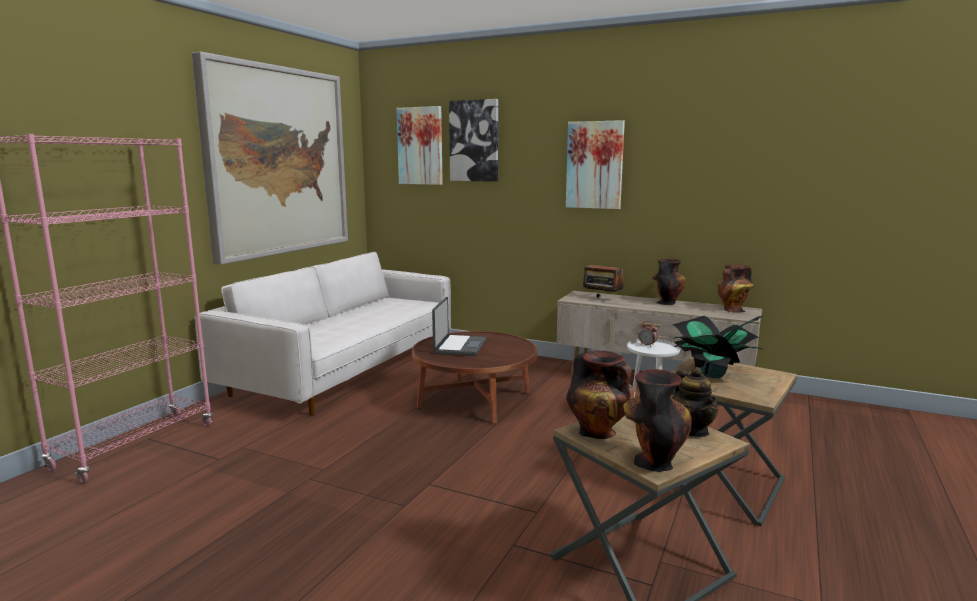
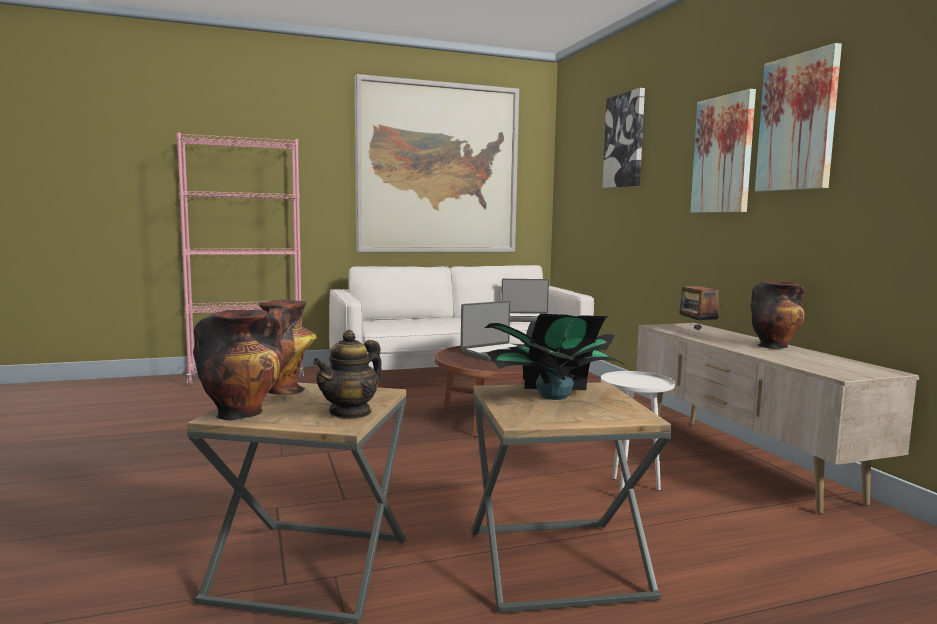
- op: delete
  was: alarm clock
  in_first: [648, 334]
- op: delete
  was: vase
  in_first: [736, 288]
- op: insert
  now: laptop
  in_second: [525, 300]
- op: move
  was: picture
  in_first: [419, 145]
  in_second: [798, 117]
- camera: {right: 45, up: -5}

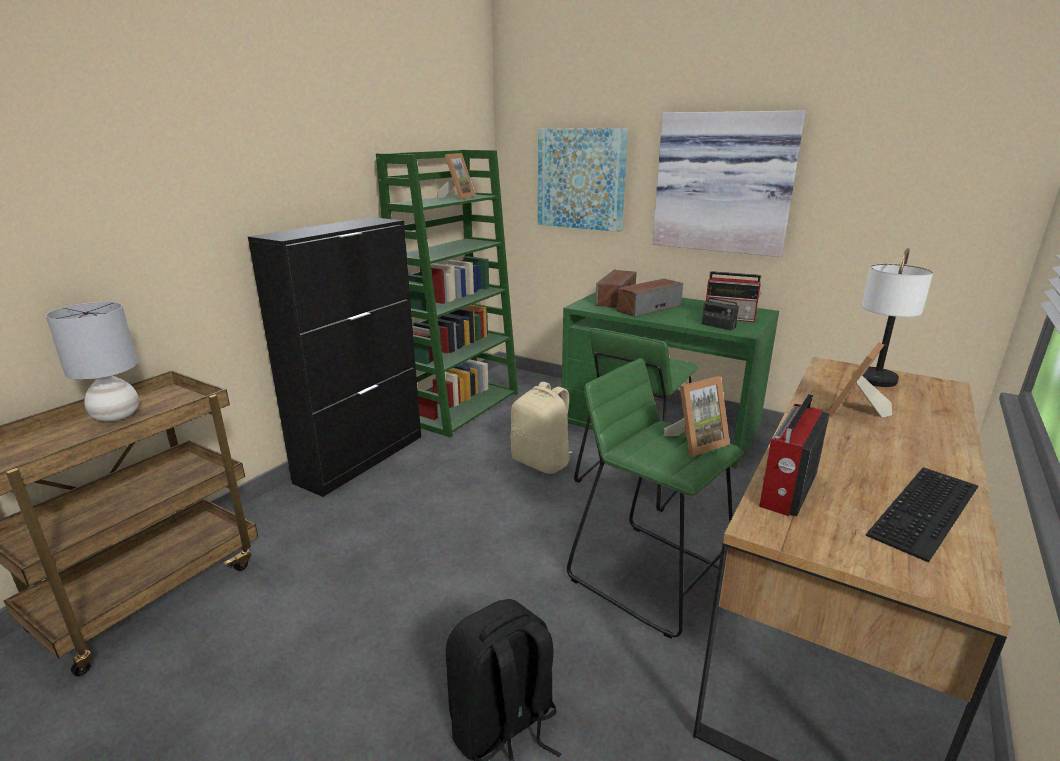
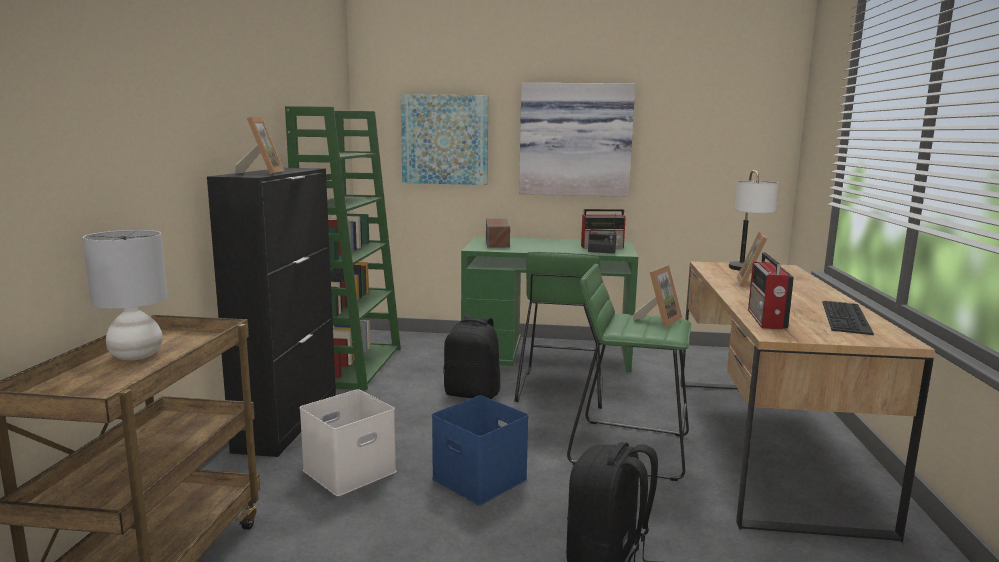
- op: delete
  was: speaker
  in_first: [649, 298]
- op: insert
  now: white storage box
  in_second: [348, 442]
- op: insert
  now: blue storage box
  in_second: [480, 450]
- op: move
  was: picture frame
  in_first: [456, 176]
  in_second: [259, 145]
- op: recolor
  was: beige backpack
  now: black backpack
  in_first: [541, 428]
  in_second: [471, 357]
- camera: {right: -25, up: -10}

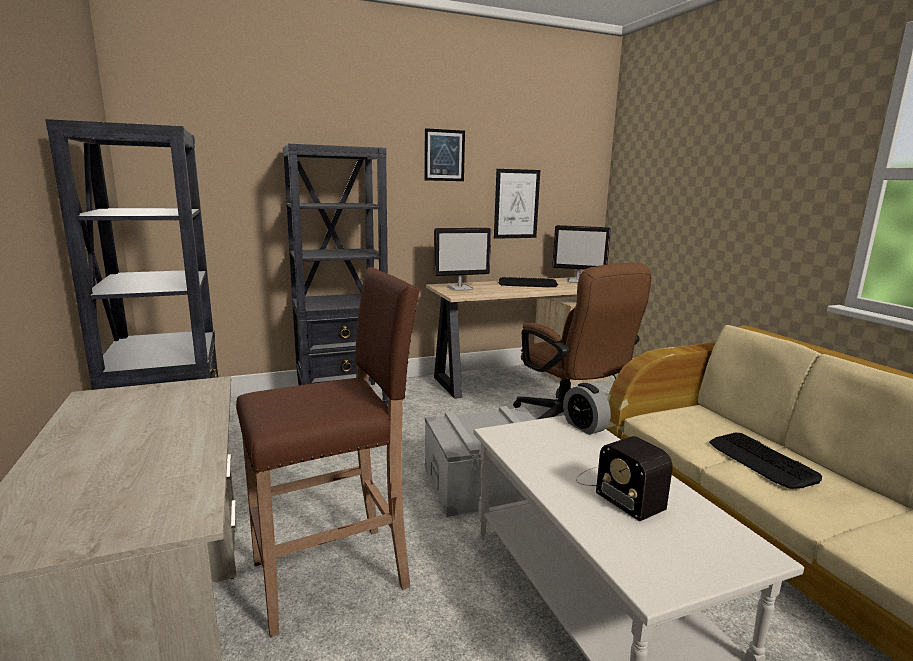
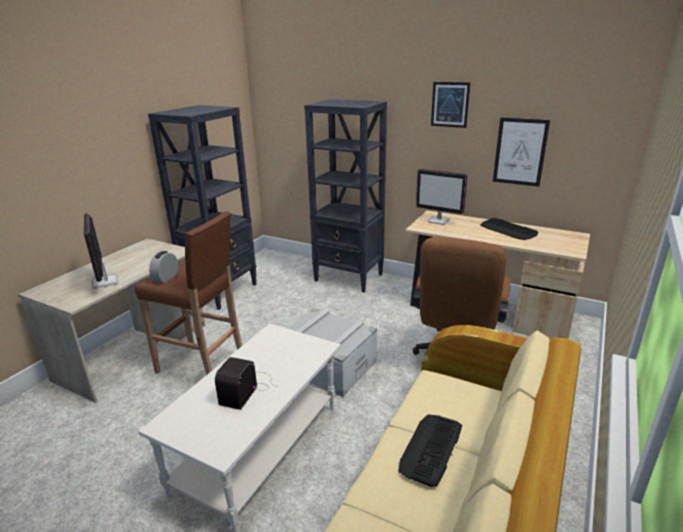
- op: move
  was: monitor
  in_first: [581, 254]
  in_second: [101, 251]
- op: move
  was: alarm clock
  in_first: [587, 409]
  in_second: [163, 267]
- camera: {right: 50, up: 10}

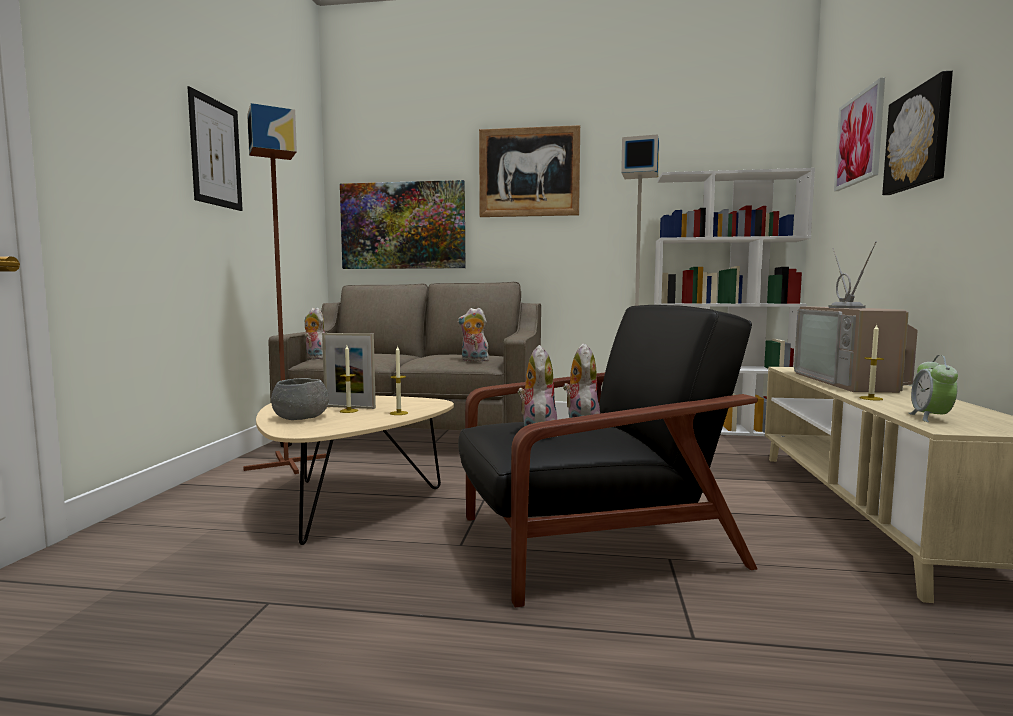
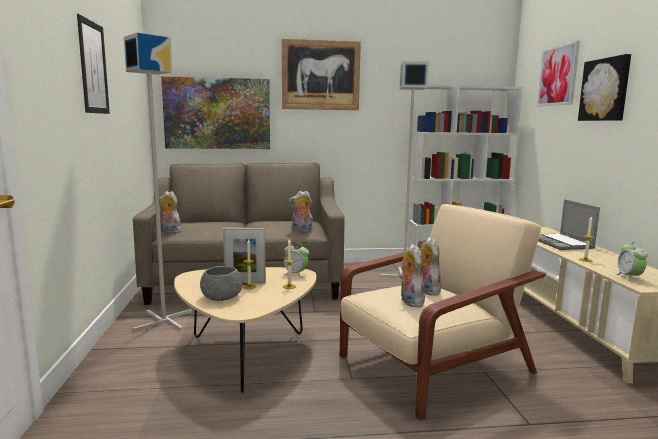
- op: insert
  now: alarm clock
  in_second: [296, 260]
- op: replace
  was: television
  now: laptop
  in_first: [856, 317]
  in_second: [569, 224]
- op: recolor
  was: brown floor lamp
  now: grey floor lamp
  in_first: [284, 288]
  in_second: [158, 182]
- op: recolor
  was: black armchair
  now: beige armchair
  in_first: [608, 456]
  in_second: [443, 312]
- camera: {right: -15, up: 5}

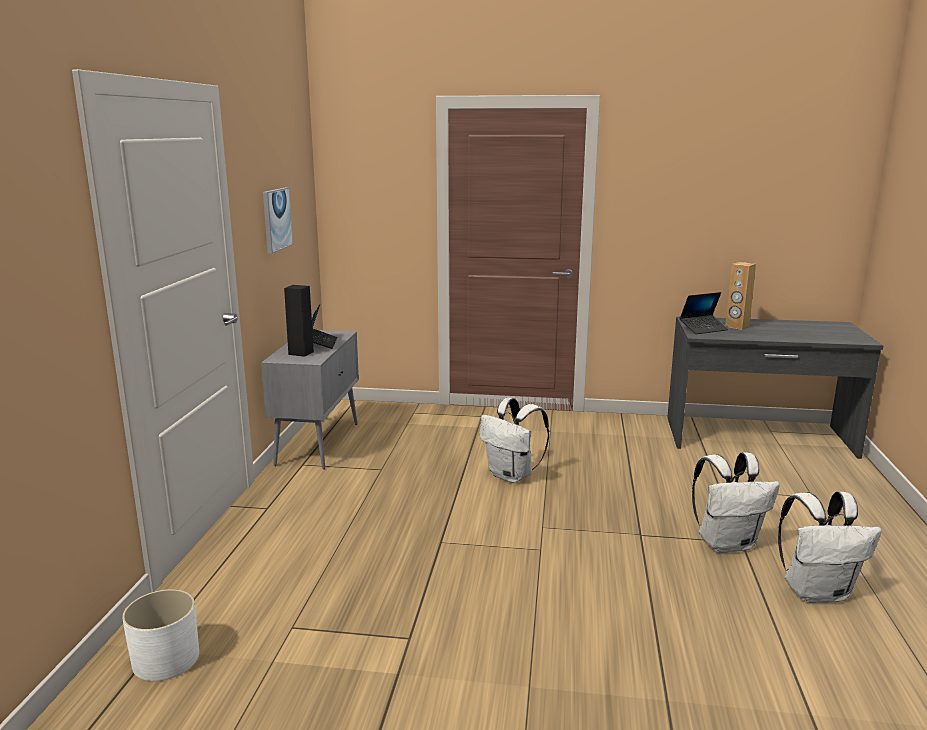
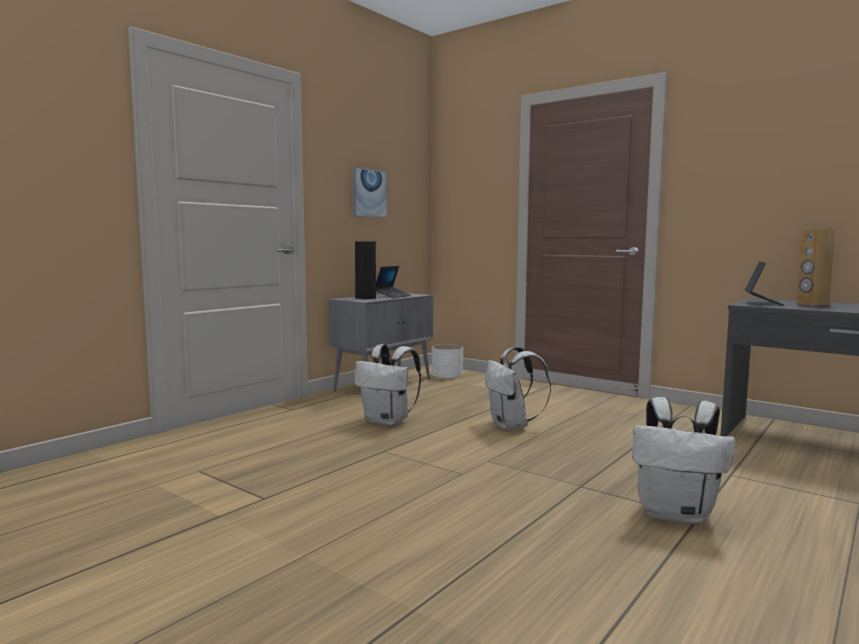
- op: move
  was: white planter
  in_first: [160, 635]
  in_second: [447, 361]
- op: move
  was: white backpack
  in_first: [830, 547]
  in_second: [387, 385]
- op: rotate
  was: laptop
  in_first: [704, 313]
  in_second: [764, 283]
  clockwise: -75
- camera: {right: 30, up: -10}

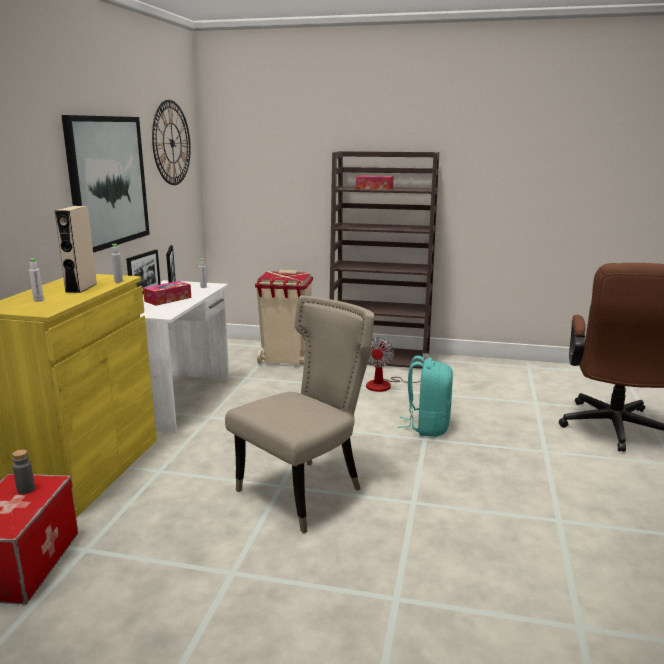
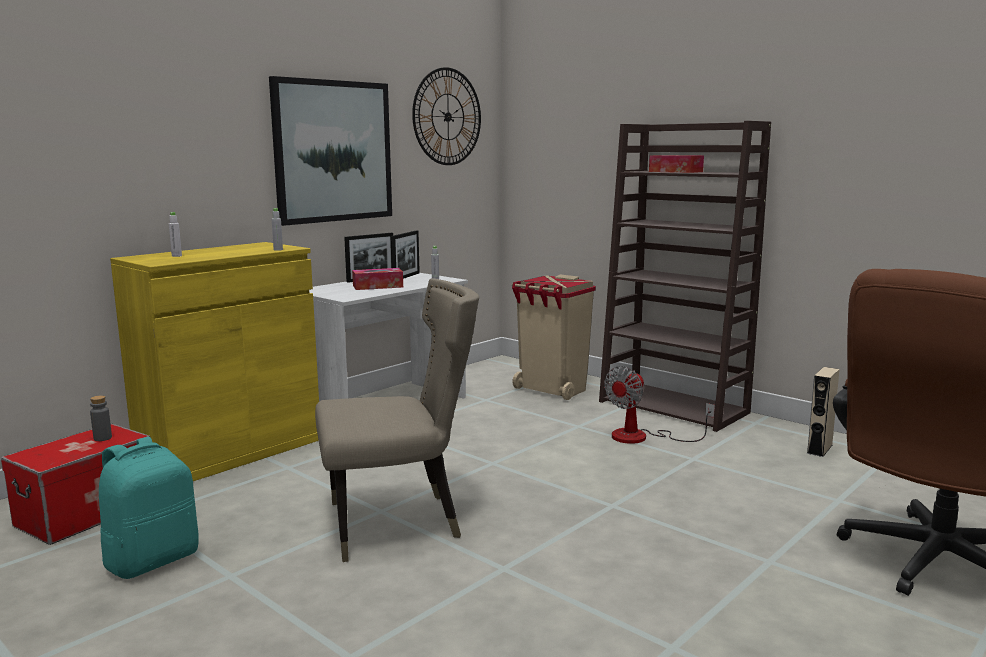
- op: move
  was: beige speaker
  in_first: [75, 249]
  in_second: [823, 412]
- op: move
  was: turquoise backpack
  in_first: [425, 396]
  in_second: [149, 508]
- camera: {right: 30, up: -5}

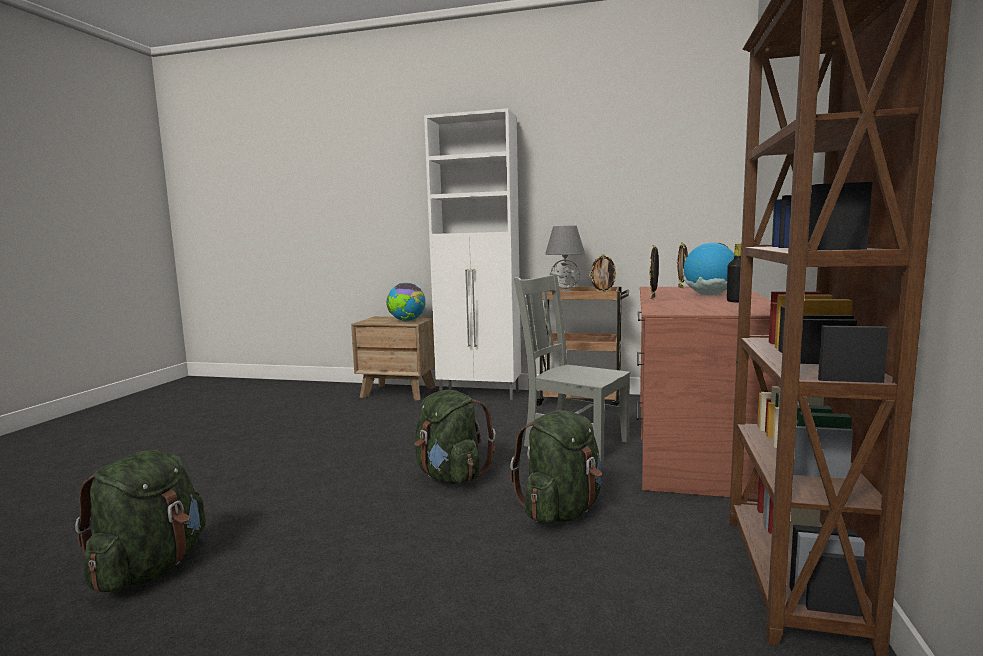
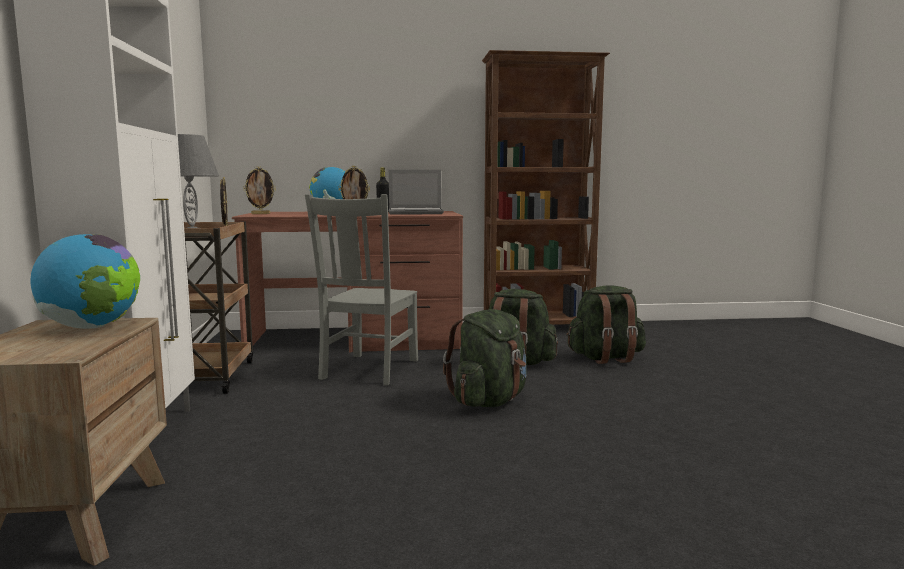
- op: insert
  now: laptop
  in_second: [416, 192]
- op: move
  was: green backpack
  in_first: [140, 521]
  in_second: [606, 324]
- camera: {right: -110, up: 0}

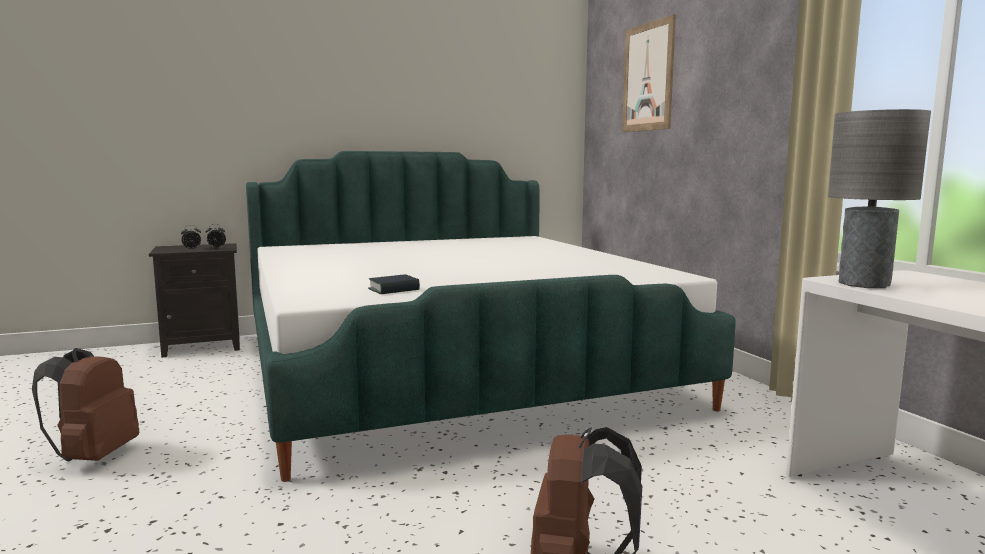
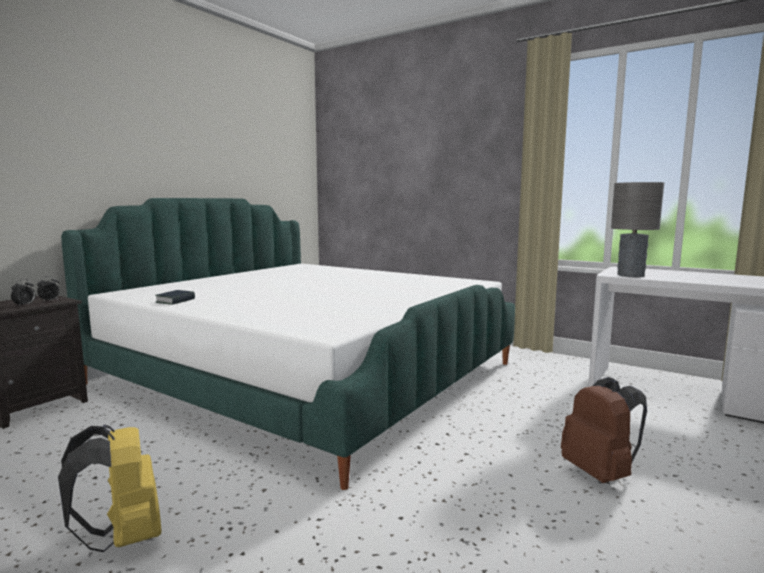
- op: delete
  was: picture
  in_first: [649, 73]
- op: move
  was: book
  in_first: [394, 284]
  in_second: [175, 297]
- op: recolor
  was: brown backpack
  now: yellow backpack
  in_first: [85, 404]
  in_second: [109, 488]
- camera: {right: -35, up: 0}

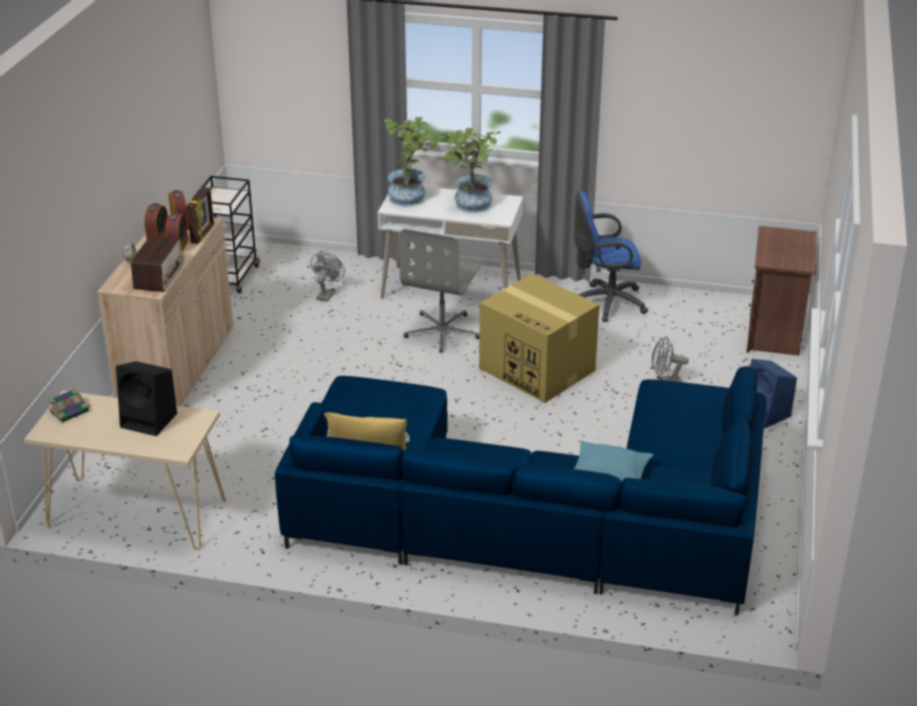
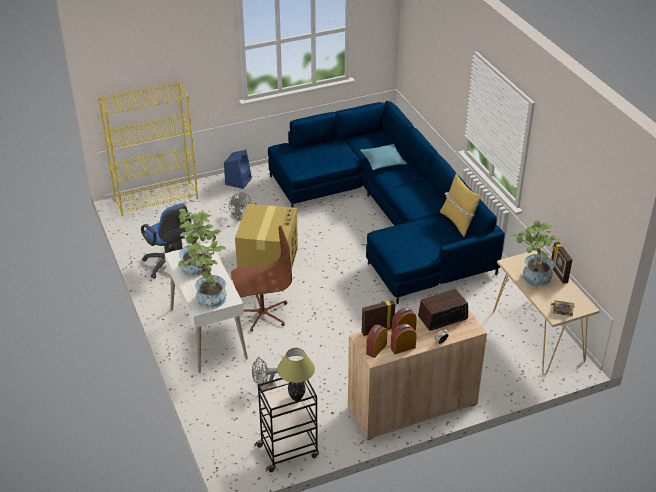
- op: insert
  now: table lamp
  in_second: [296, 374]
- op: insert
  now: picture frame
  in_second: [561, 263]
- op: replace
  was: black speaker
  now: potted plant
  in_first: [146, 398]
  in_second: [536, 253]
- op: replace
  was: brown nightstand
  now: yellow bookcase
  in_first: [782, 291]
  in_second: [148, 148]
- op: recolor
  was: grey office chair
  now: brown office chair
  in_first: [440, 291]
  in_second: [261, 279]
- camera: {right: -125, up: 5}

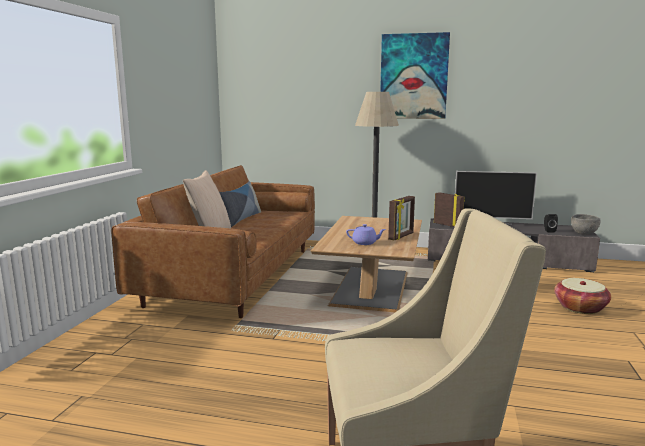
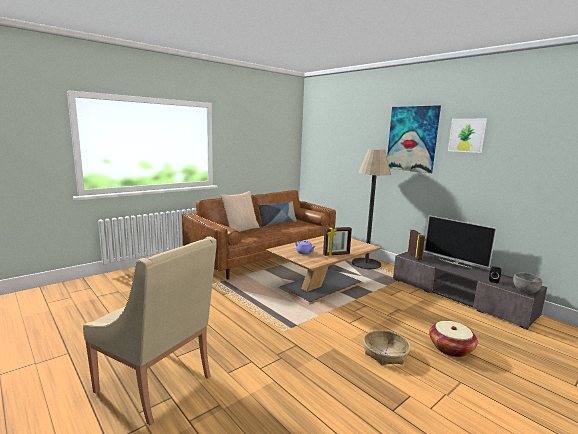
- op: insert
  now: basket
  in_second: [387, 347]
- op: insert
  now: picture
  in_second: [467, 136]
- camera: {right: 35, up: 0}

